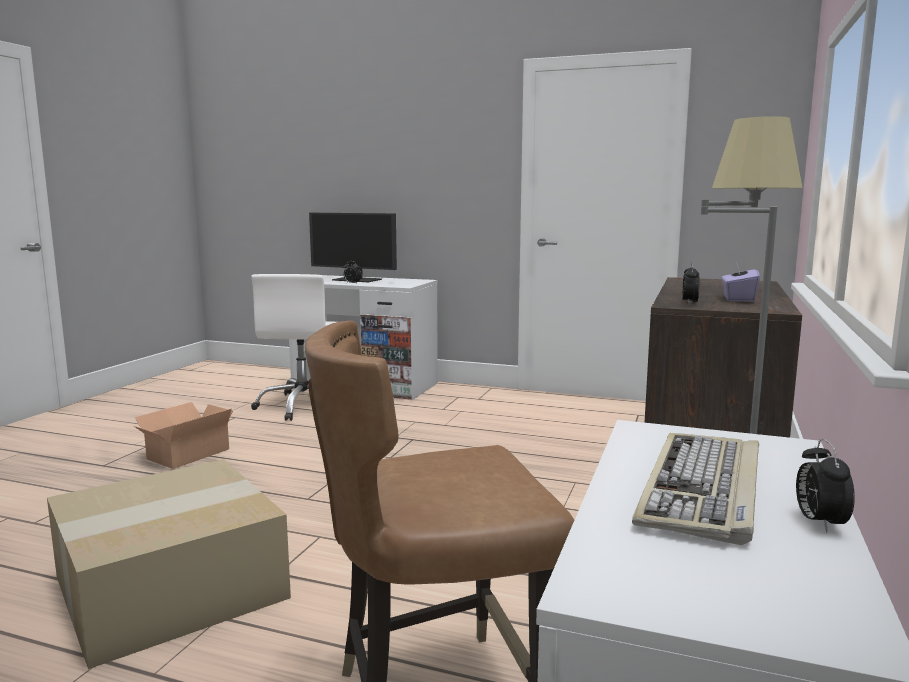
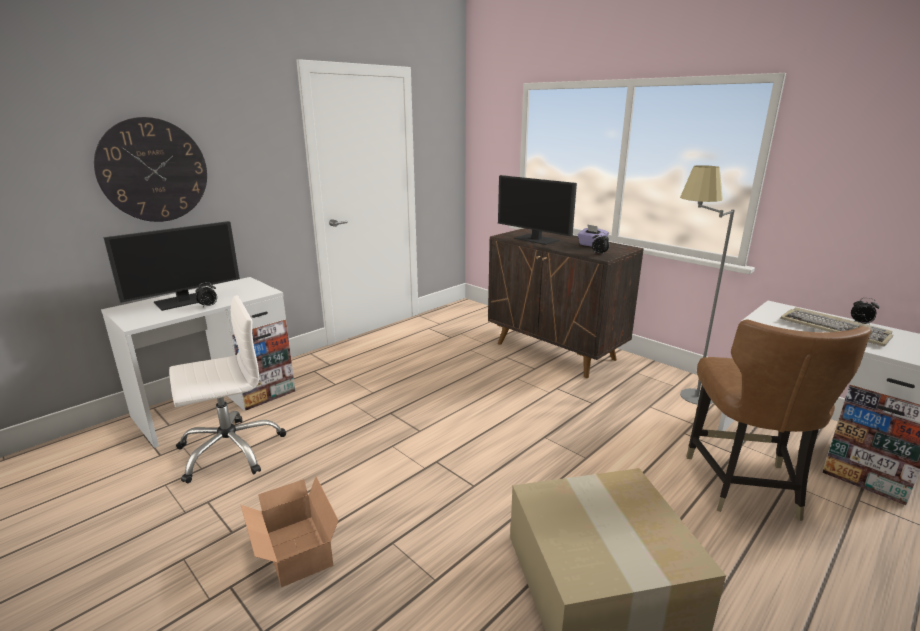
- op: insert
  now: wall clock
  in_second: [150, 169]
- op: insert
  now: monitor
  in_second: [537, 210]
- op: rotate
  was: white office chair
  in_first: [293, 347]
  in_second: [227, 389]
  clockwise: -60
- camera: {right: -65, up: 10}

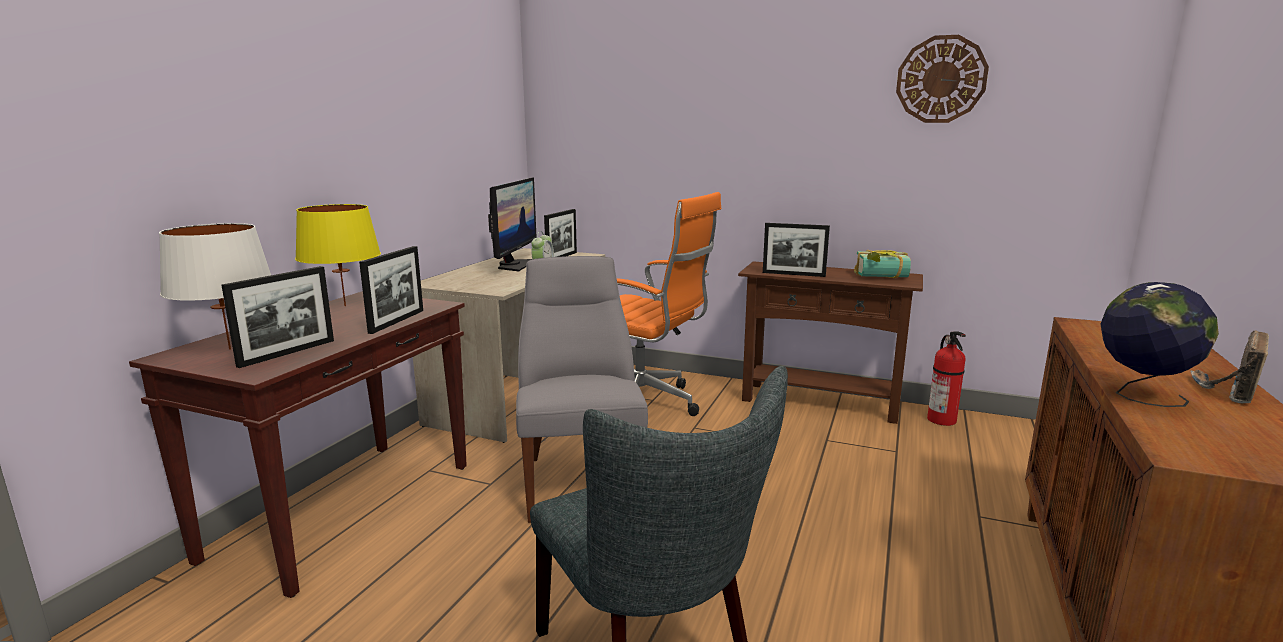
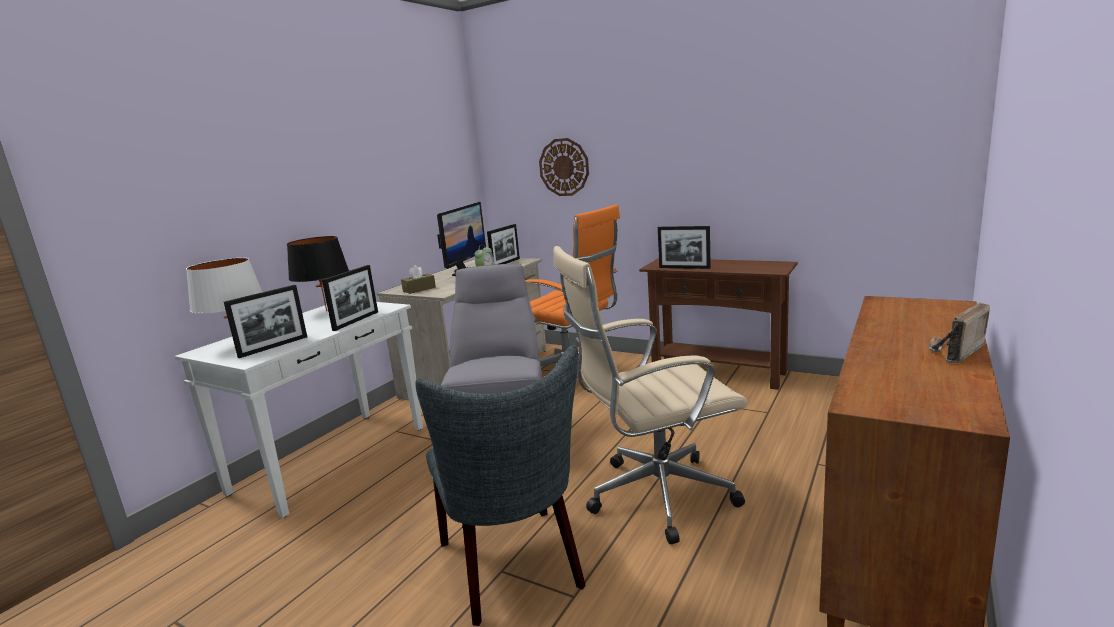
- op: delete
  was: book
  in_first: [882, 264]
- op: delete
  was: fire extinguisher
  in_first: [946, 378]
- op: delete
  was: globe
  in_first: [1159, 344]
- op: insert
  now: brown tissue box
  in_second: [418, 279]
- op: insert
  now: beige office chair
  in_second: [650, 395]
- op: move
  was: wall clock
  in_first: [942, 79]
  in_second: [564, 167]
- op: recolor
  was: brown console table
  now: white console table
  in_first: [298, 444]
  in_second: [299, 410]
- op: recolor
  was: yellow table lamp
  now: black table lamp
  in_first: [338, 255]
  in_second: [318, 273]
- camera: {right: 10, up: 0}

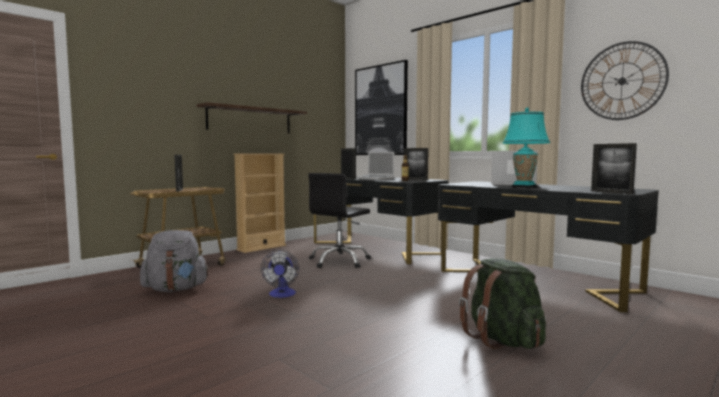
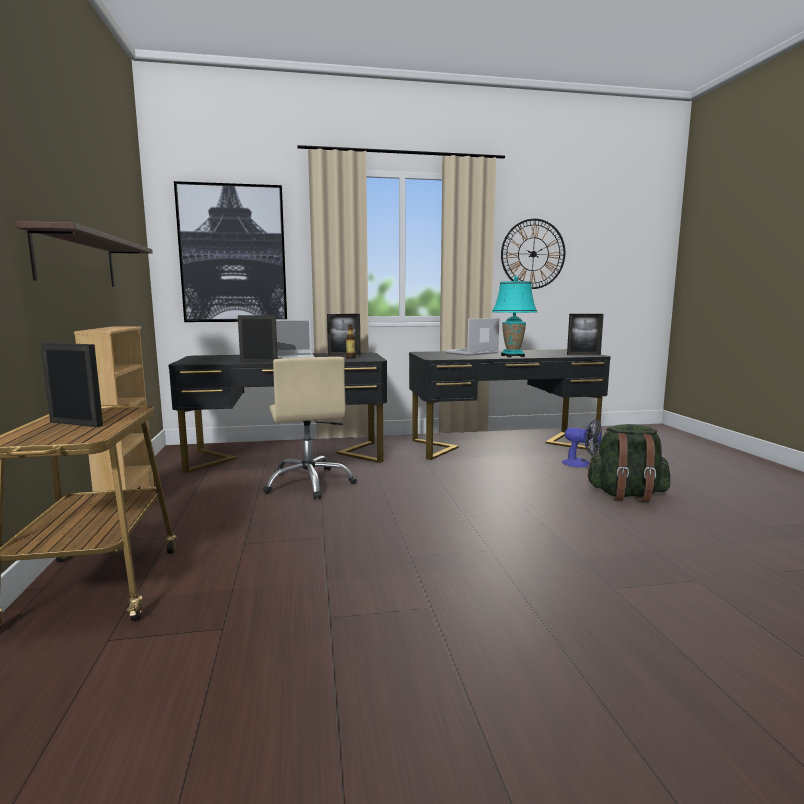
- op: delete
  was: grey backpack
  in_first: [174, 261]
- op: move
  was: fan
  in_first: [280, 274]
  in_second: [582, 443]
- op: recolor
  was: black office chair
  now: beige office chair
  in_first: [339, 220]
  in_second: [310, 428]
- camera: {right: -55, up: 5}

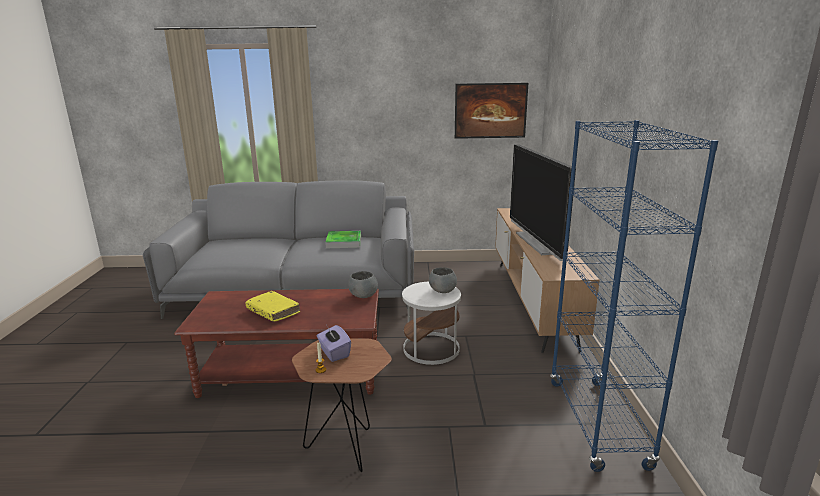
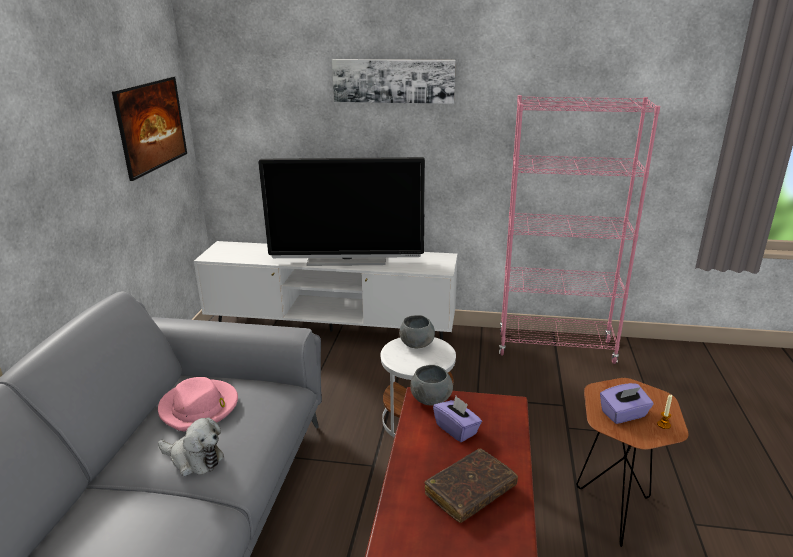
- op: insert
  now: plush toy
  in_second: [191, 447]
- op: insert
  now: picture
  in_second: [394, 81]
- op: insert
  now: purple tissue box
  in_second: [457, 419]
- op: replace
  was: tray
  now: pink hat
  in_first: [343, 240]
  in_second: [198, 404]
- op: recolor
  was: yellow book
  now: brown book
  in_first: [273, 306]
  in_second: [471, 486]
- op: recolor
  was: brown tv stand
  now: white tv stand
  in_first: [547, 280]
  in_second: [325, 290]
- op: recolor
  was: blue bookcase
  now: pink bookcase
  in_first: [634, 296]
  in_second: [579, 229]
- camera: {right: -80, up: 5}

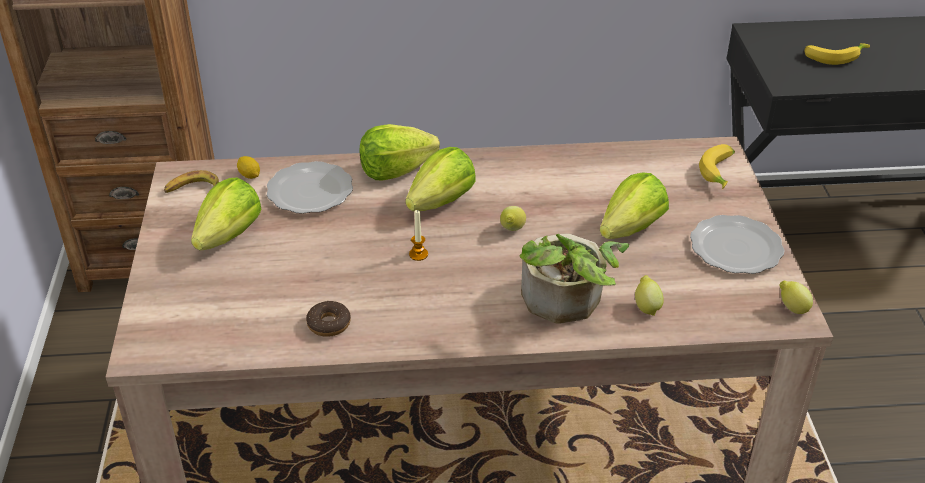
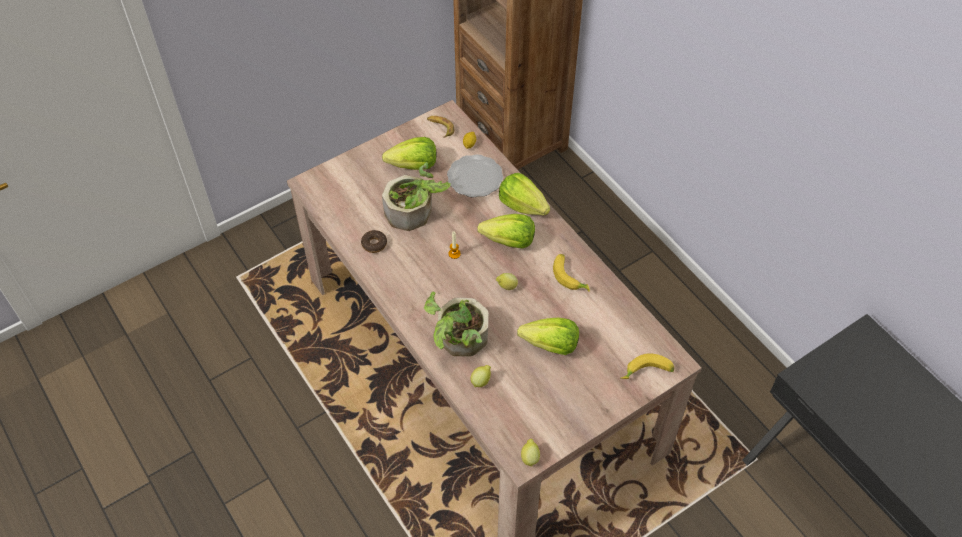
- op: delete
  was: plate
  in_first: [737, 244]
- op: insert
  now: potted plant
  in_second: [416, 196]
- op: move
  was: banana
  in_first: [837, 54]
  in_second: [571, 272]
- camera: {right: 60, up: 15}

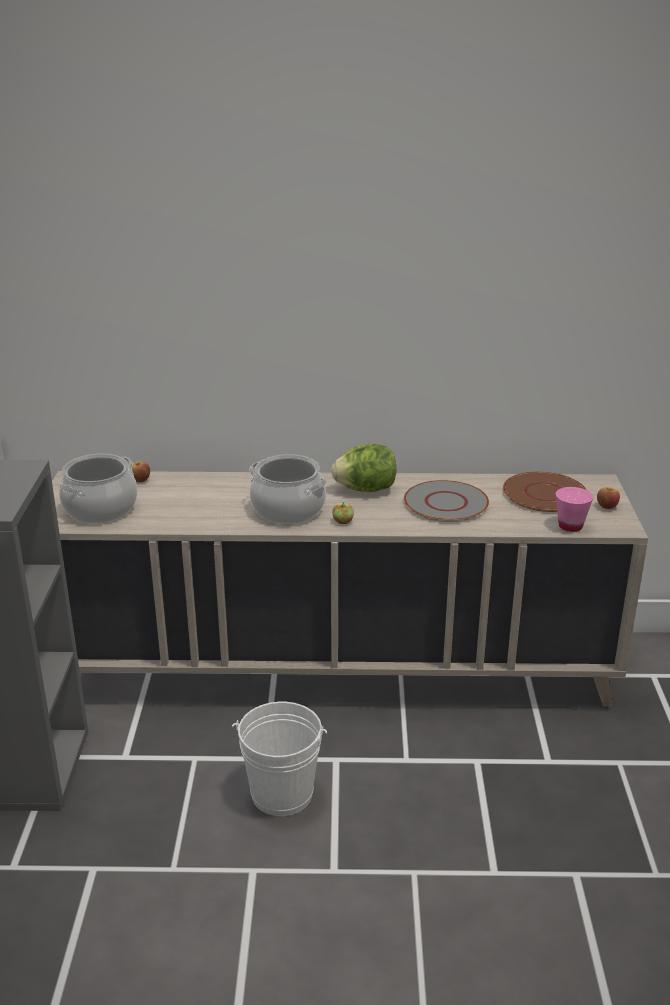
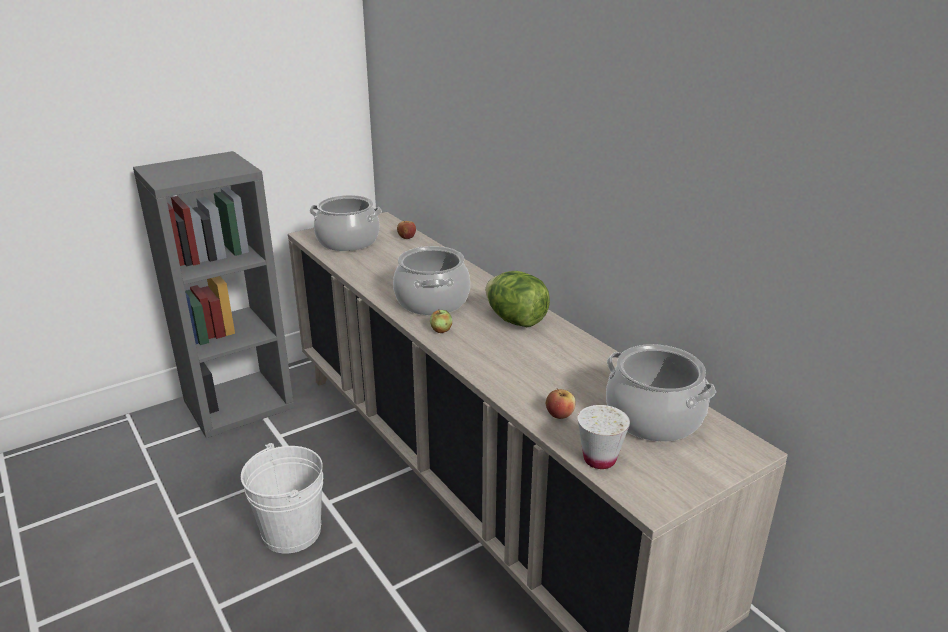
- op: delete
  was: grey plate
  in_first: [446, 501]
- op: move
  was: apple
  in_first: [608, 498]
  in_second: [560, 404]
- op: replace
  was: brown plate
  now: cooking pot
  in_first: [544, 491]
  in_second: [661, 393]
- op: recolor
  was: pink cup
  now: white cup
  in_first: [574, 509]
  in_second: [604, 437]
- camera: {right: 55, up: 0}

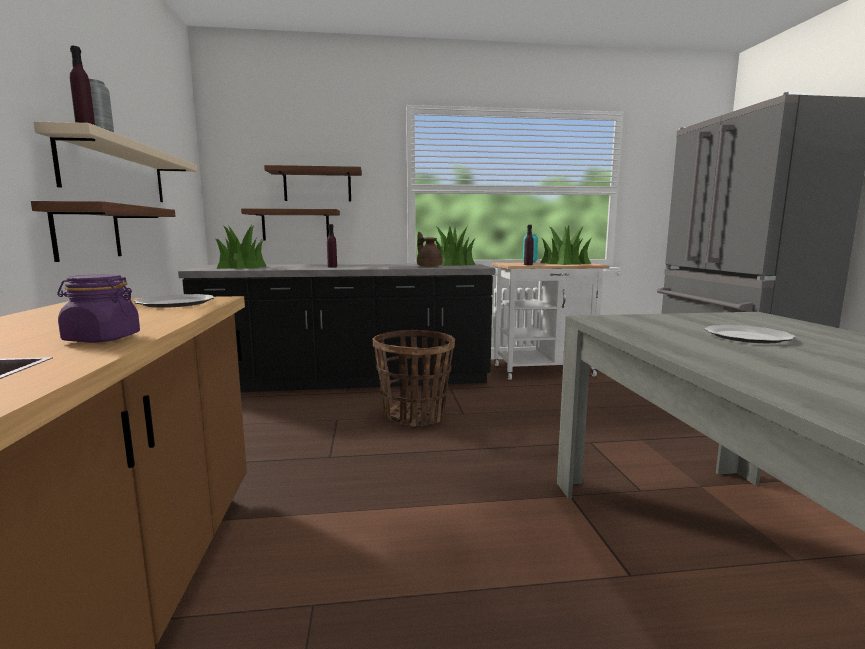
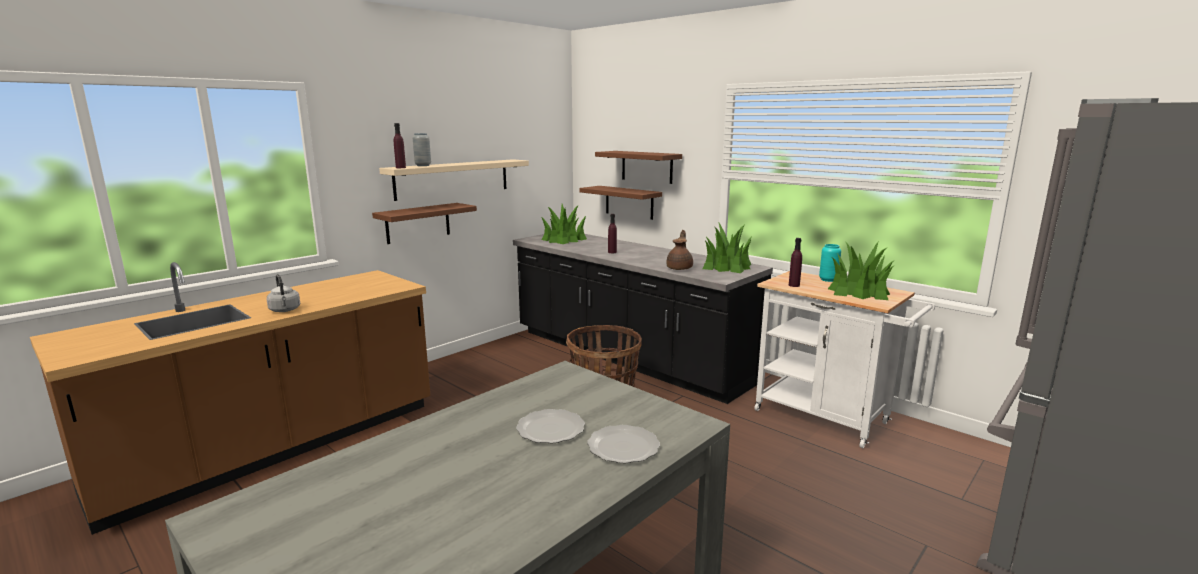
- op: move
  was: plate
  in_first: [174, 301]
  in_second: [623, 444]
- op: replace
  was: purple jar
  now: grey kettle
  in_first: [98, 308]
  in_second: [283, 293]
- camera: {right: 50, up: 5}

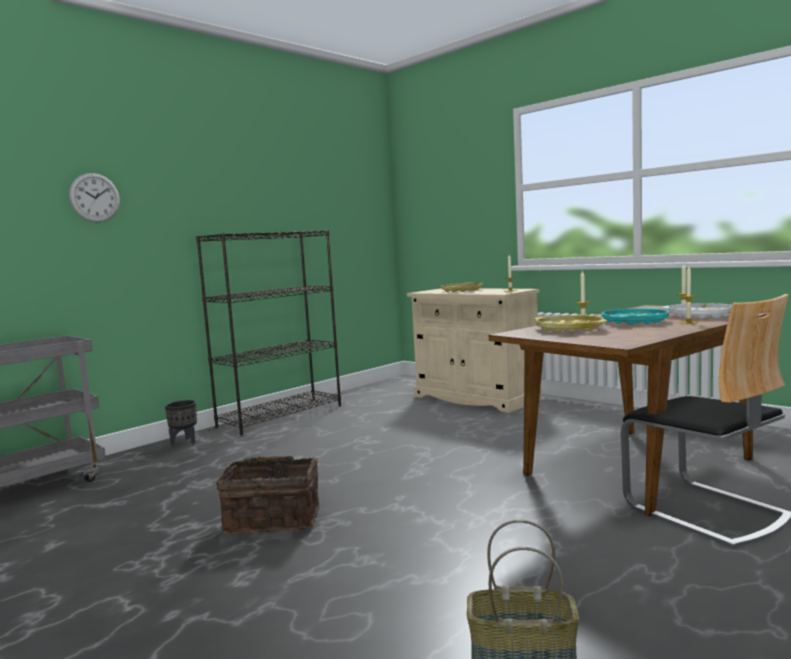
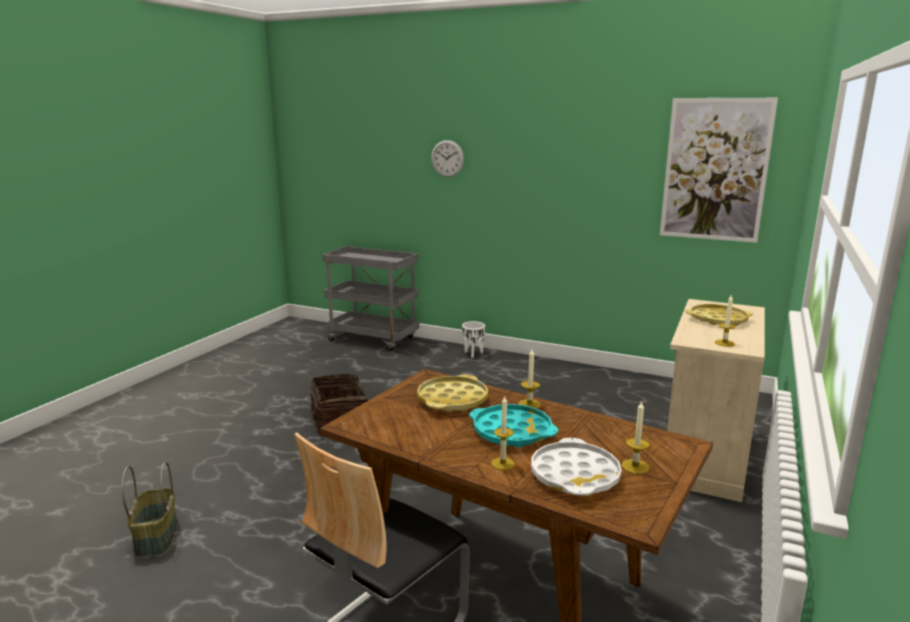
- op: delete
  was: black bookcase
  in_first: [268, 332]
- op: insert
  now: picture
  in_second: [719, 170]
- op: recolor
  was: black planter
  now: white planter
  in_first: [181, 422]
  in_second: [473, 339]
- camera: {right: 70, up: 10}

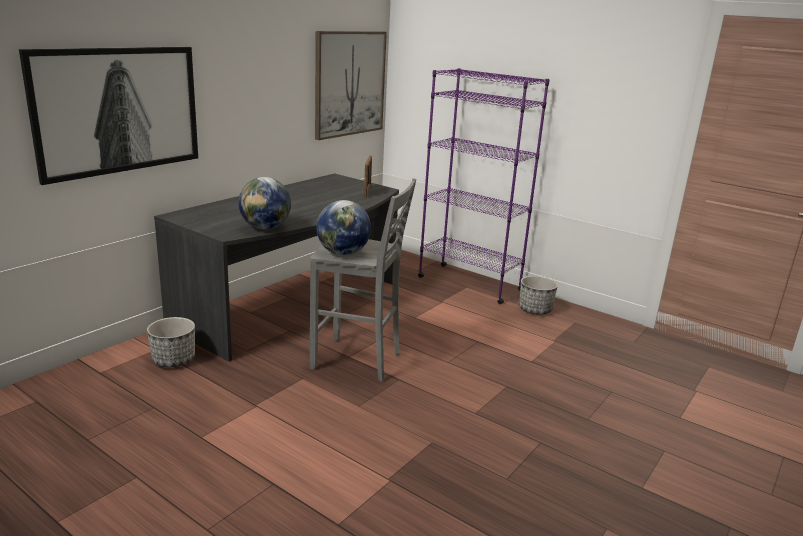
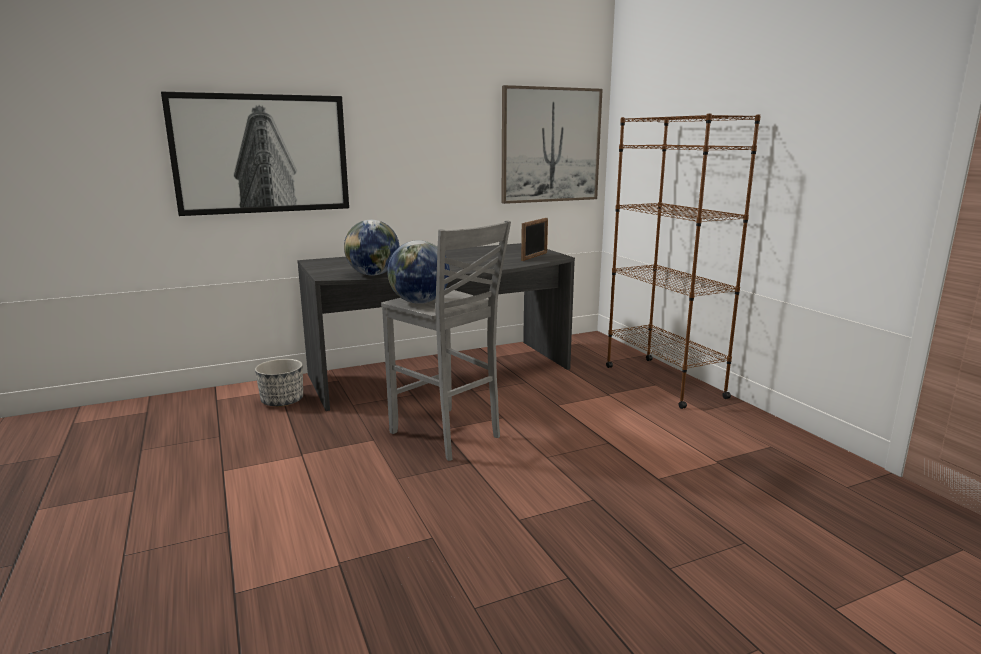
- op: delete
  was: planter
  in_first: [538, 295]
- op: recolor
  was: purple bookcase
  now: brown bookcase
  in_first: [484, 186]
  in_second: [683, 261]
- camera: {right: 30, up: -5}

